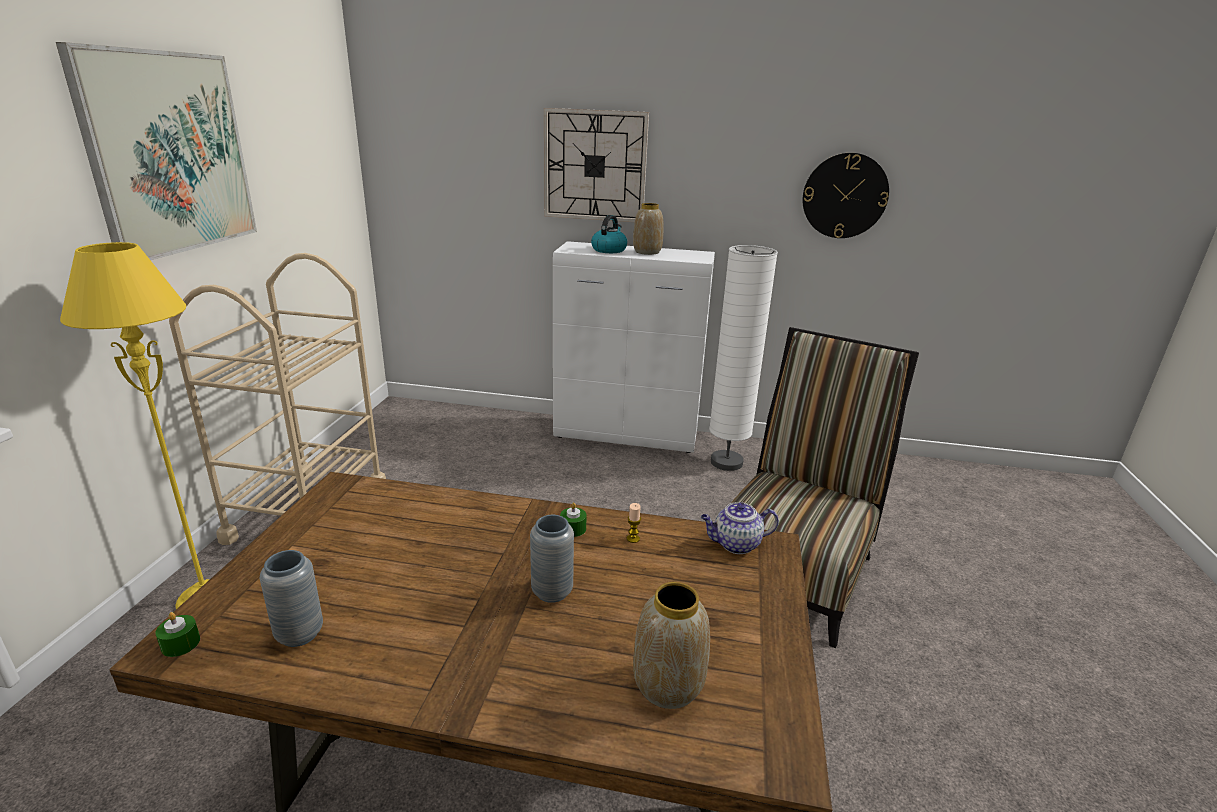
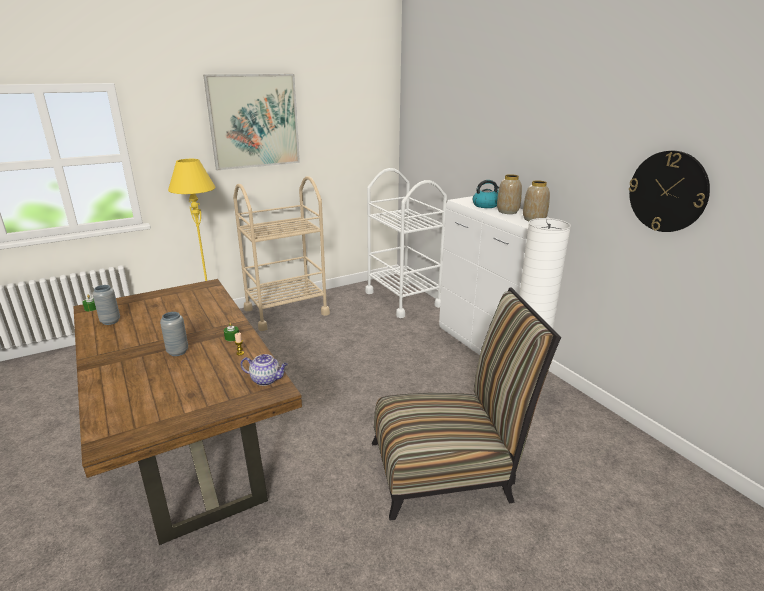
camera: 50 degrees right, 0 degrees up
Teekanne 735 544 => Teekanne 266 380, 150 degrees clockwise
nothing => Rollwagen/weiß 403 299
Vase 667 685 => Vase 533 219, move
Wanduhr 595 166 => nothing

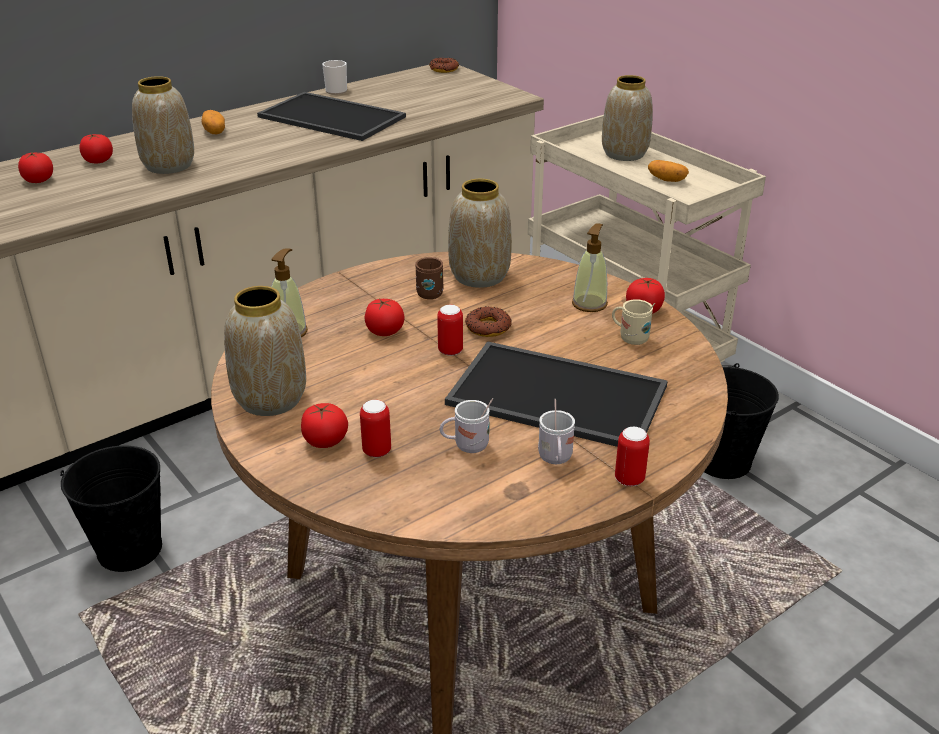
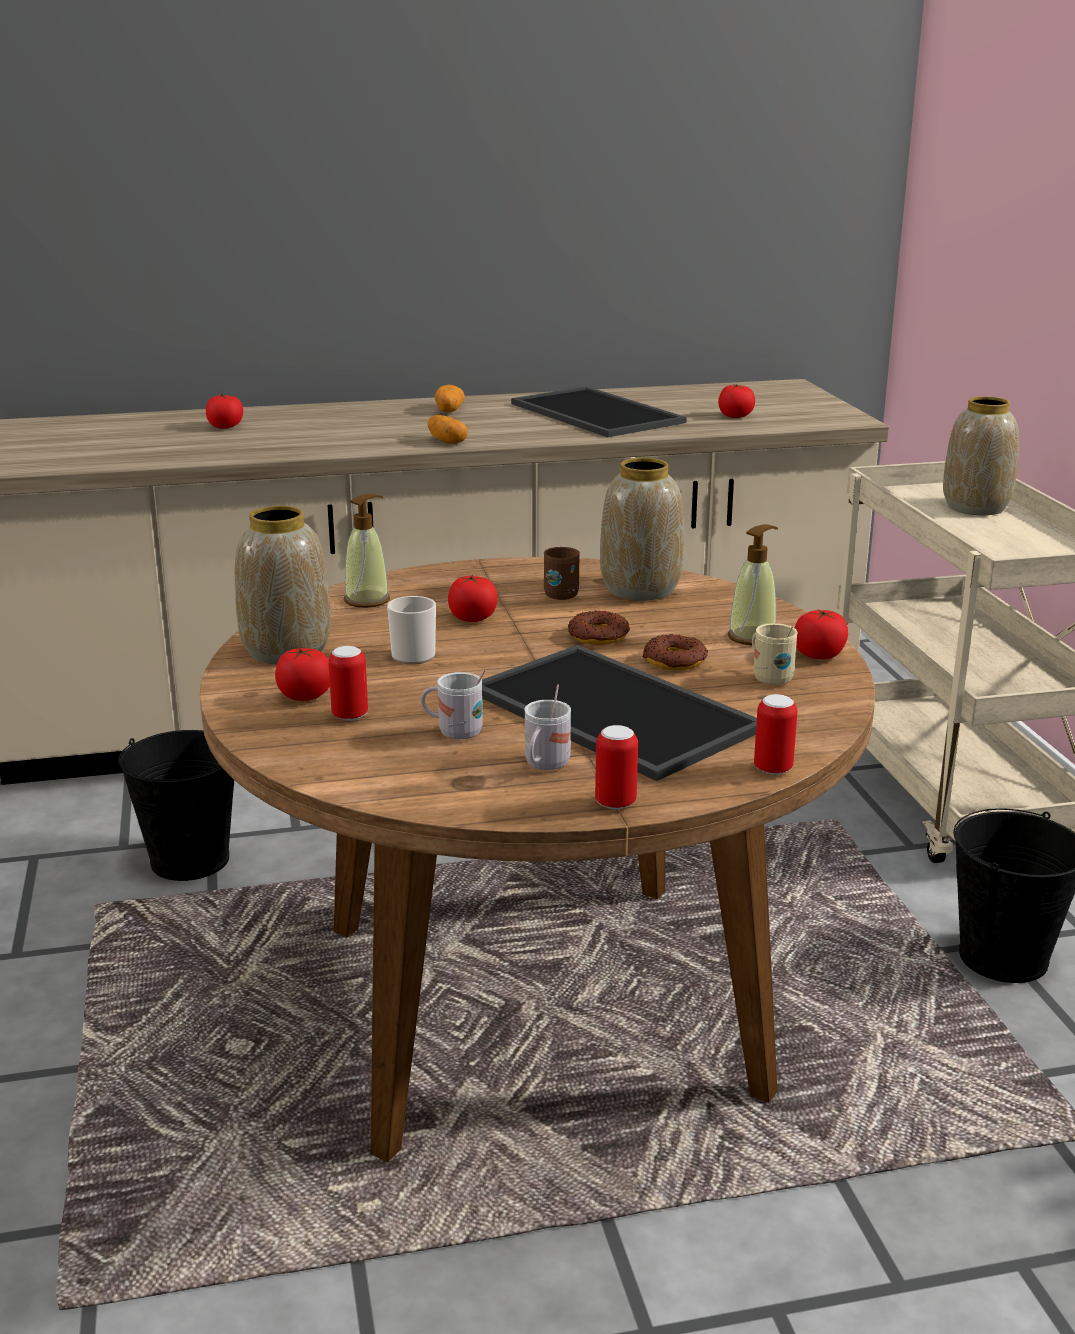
camera: 25 degrees right, 10 degrees down
Henkelbecher 335 90 => Henkelbecher 414 654, move
Kartoffel 667 180 => Kartoffel 448 442, move
Donut 444 69 => Donut 674 661, move
Tomate 98 161 => Tomate 735 416, move
Dose 450 351 => Dose 773 769, move
Vase 168 165 => nothing

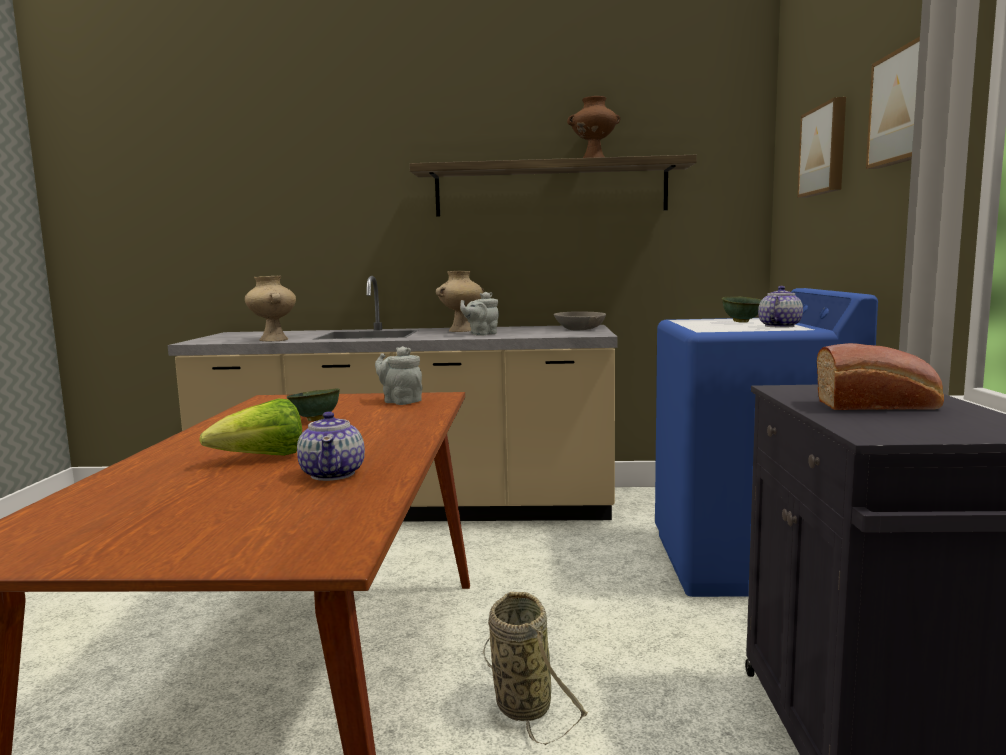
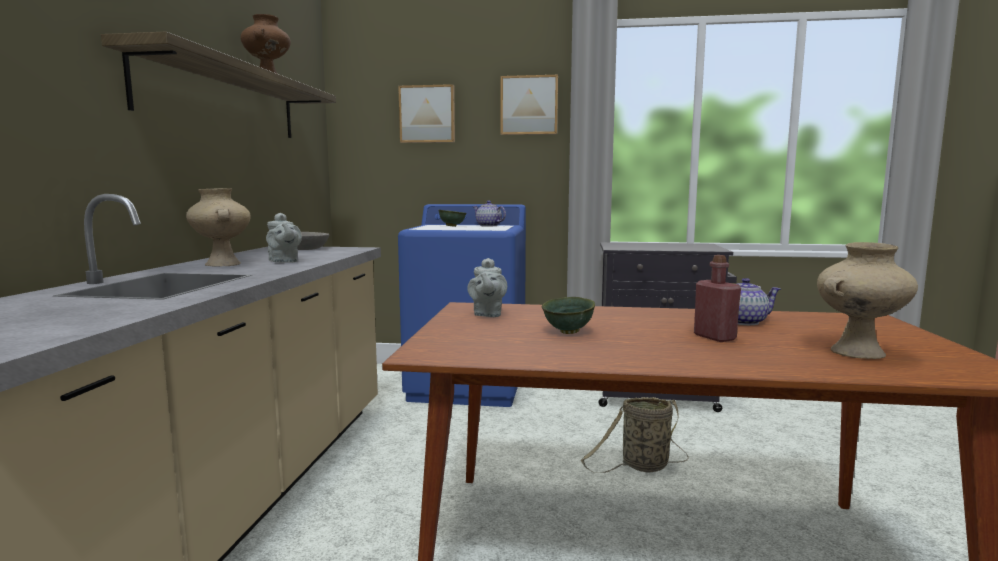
camera: 85 degrees left, 0 degrees up
Teekanne/grau 400 401 => Teekanne/grau 487 314, 45 degrees counterclockwise
Salatkopf 262 458 => Flasche/rot 714 337
Vase/beige 273 340 => Vase/beige 858 353, move
Brot 879 405 => nothing

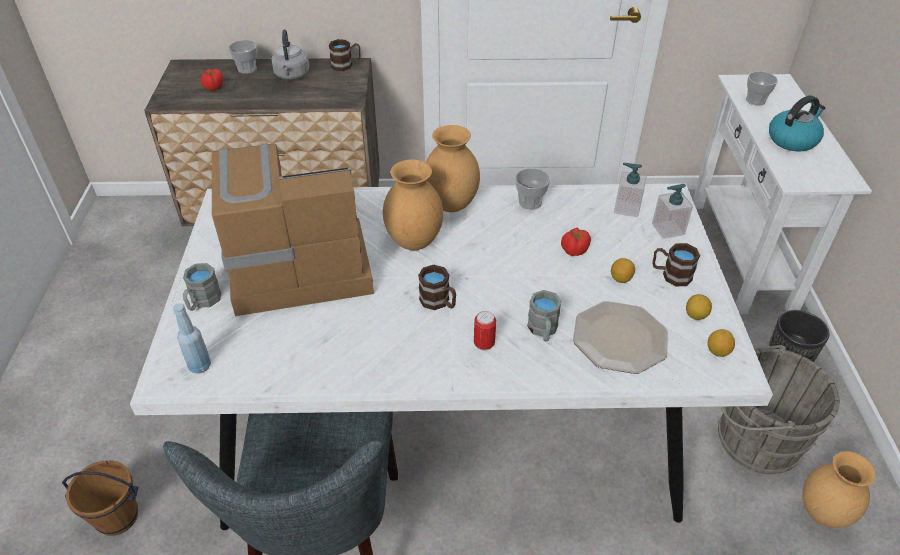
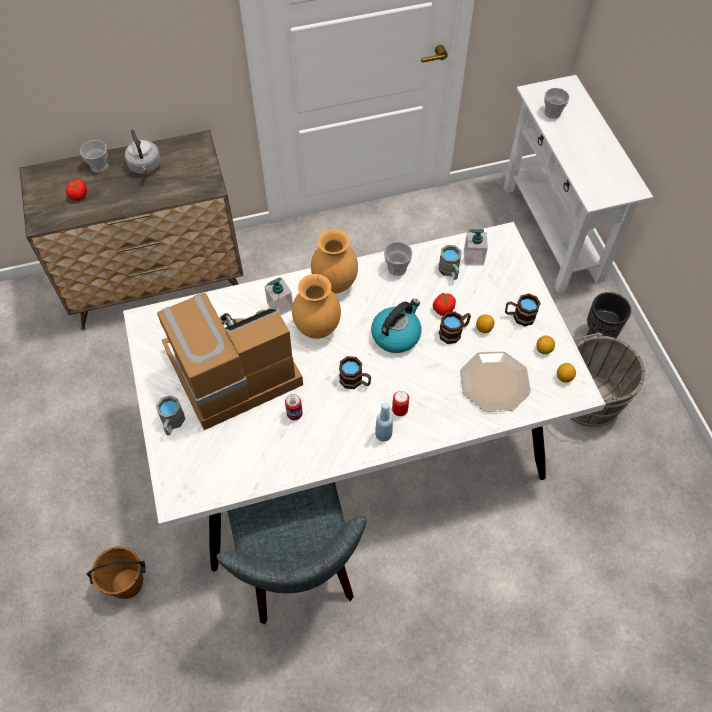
camera: 15 degrees left, 15 degrees up
Seifenspender 668 229 => Seifenspender 280 306, move
nothing => Dose 294 414
Wasserkessel 792 140 => Wasserkessel 396 334, move
Flasche/blau 200 366 => Flasche/blau 383 434, move
Henkelbecher/grau 543 330 => Henkelbecher/grau 450 271, move
Henkelbecher/braun 346 65 => Henkelbecher/braun 454 332, move
Vase/braun 823 514 => nothing

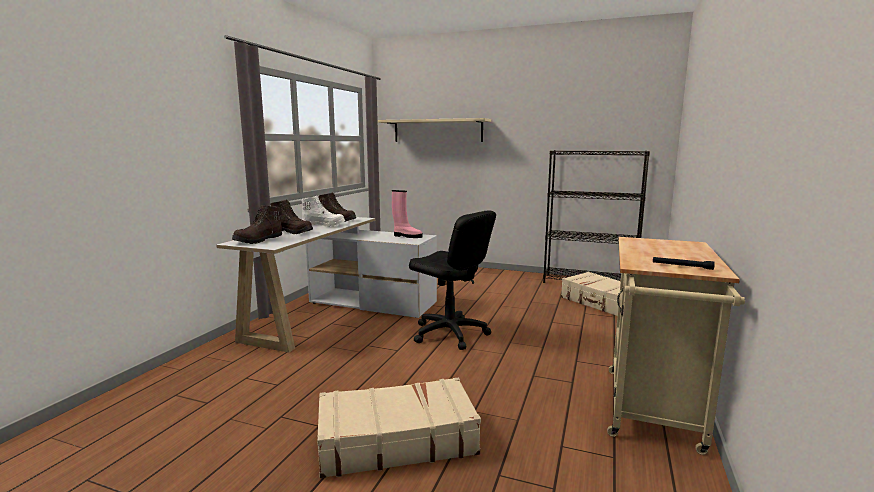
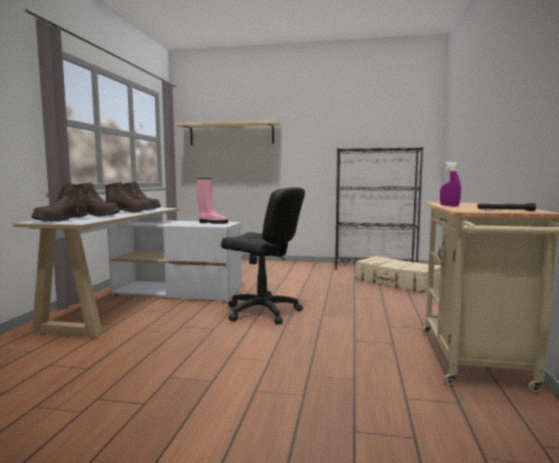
camera: 10 degrees left, 5 degrees down
Stiefel/weiß 324 225 => Stiefel/braun 128 211
nothing => Sprühflasche/lila 449 206
Koffer/beige 396 440 => nothing

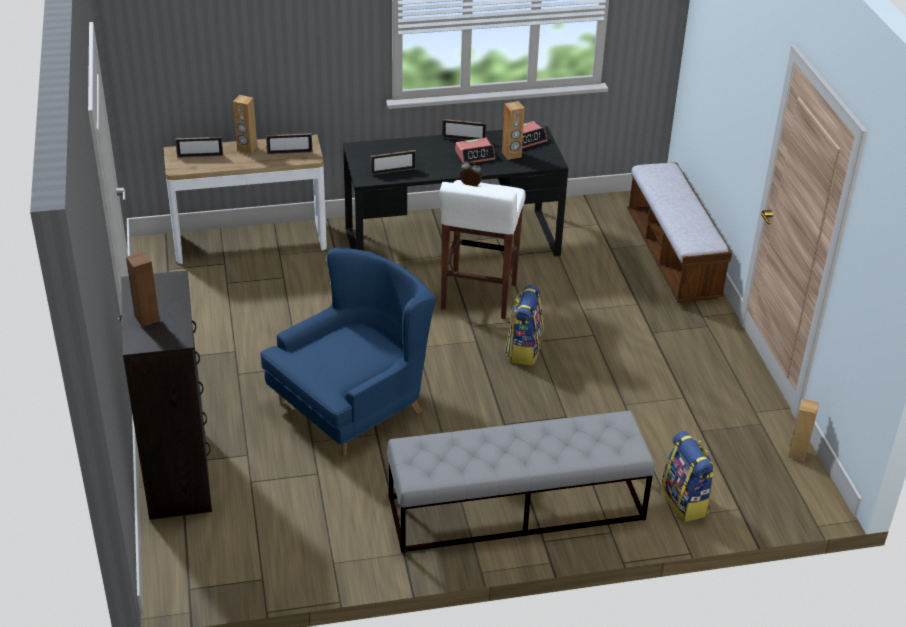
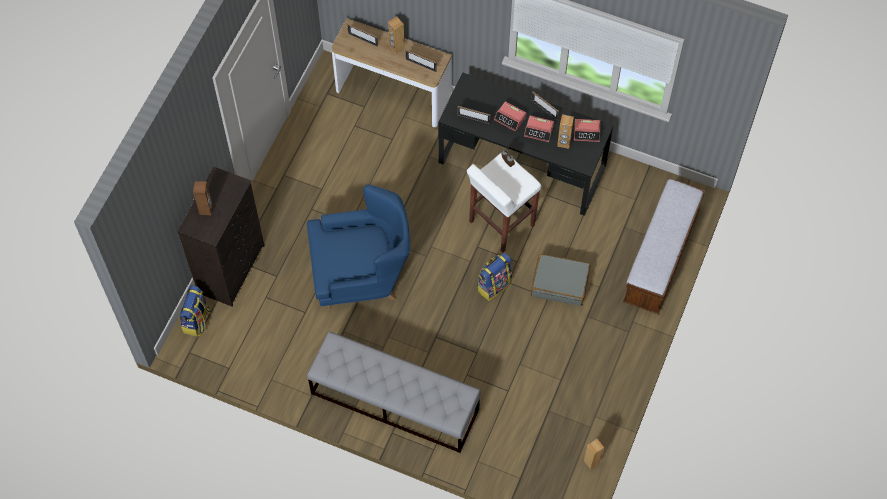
camera: 35 degrees right, 25 degrees up
Rucksack 685 502 => Rucksack 197 321, move
nothing => Wecker 510 118
nothing => Koffer/grau 560 283

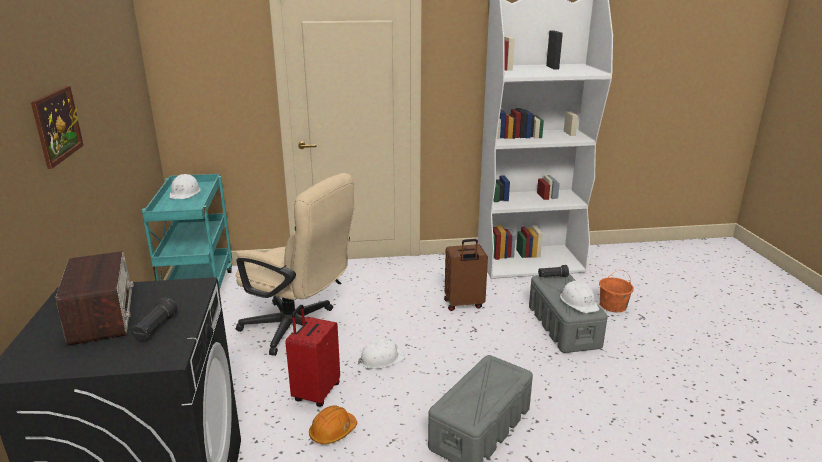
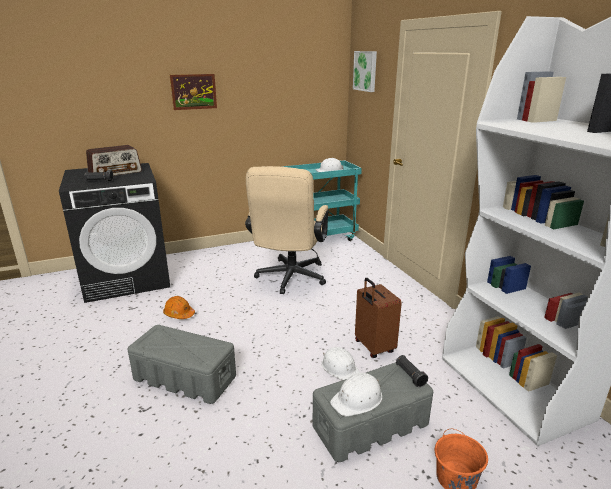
camera: 75 degrees right, 0 degrees up
Schutzhelm/weiß 381 359 => Schutzhelm/weiß 340 368, move
nothing => Bild 366 71
Koffer/rot 315 392 => nothing

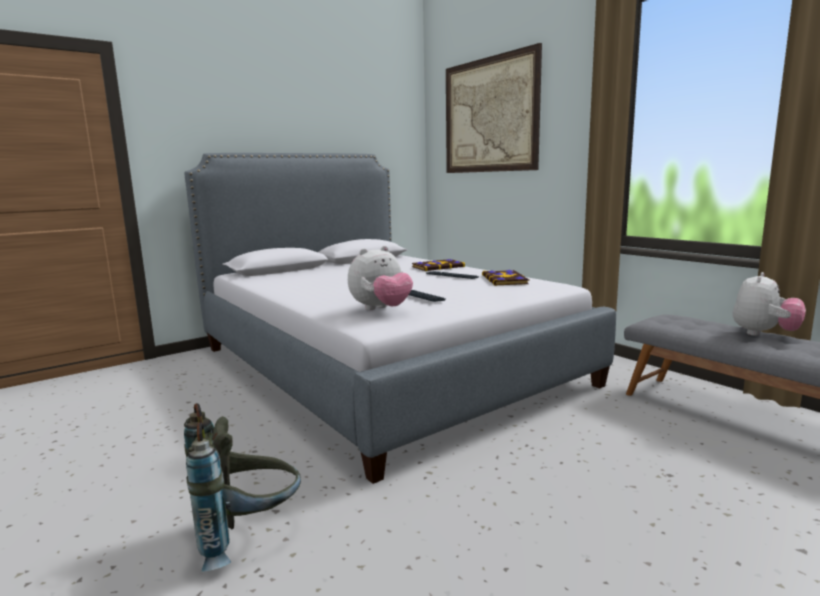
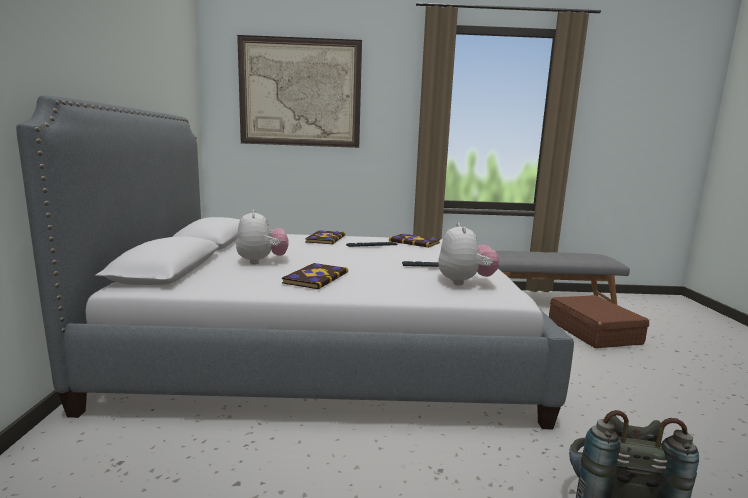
camera: 55 degrees left, 0 degrees up
Plüschtier 763 334 => Plüschtier 262 261, move
nothing => Buch 315 278
nothing => Koffer/braun 593 332

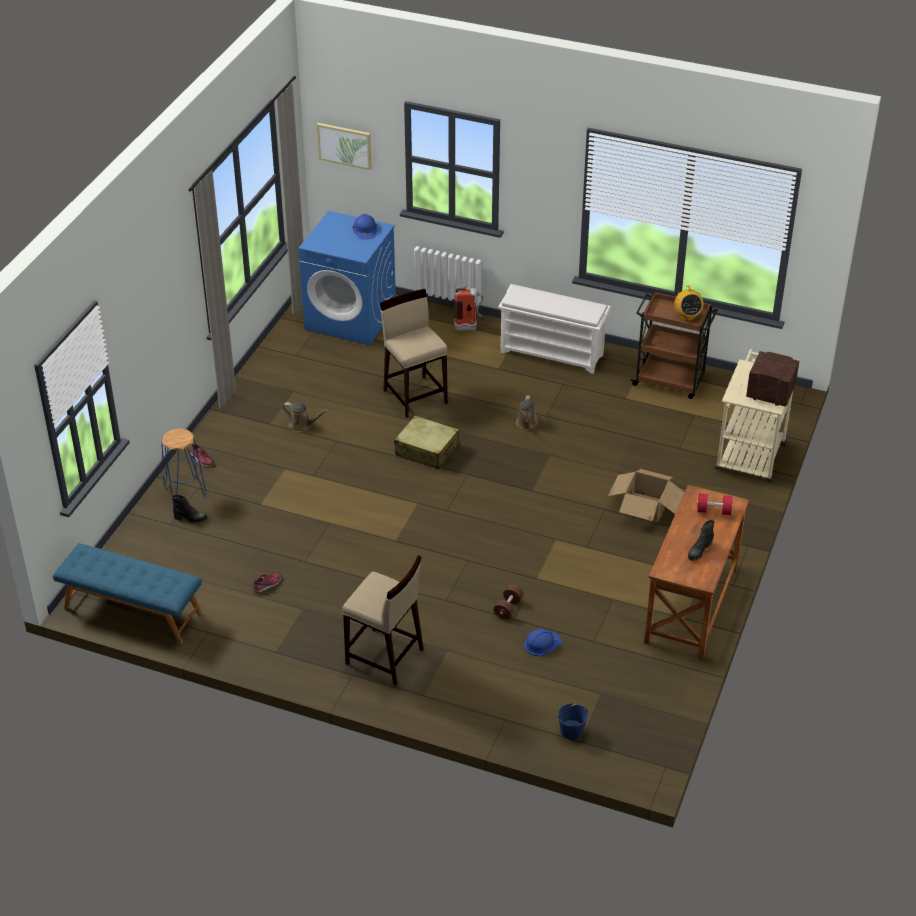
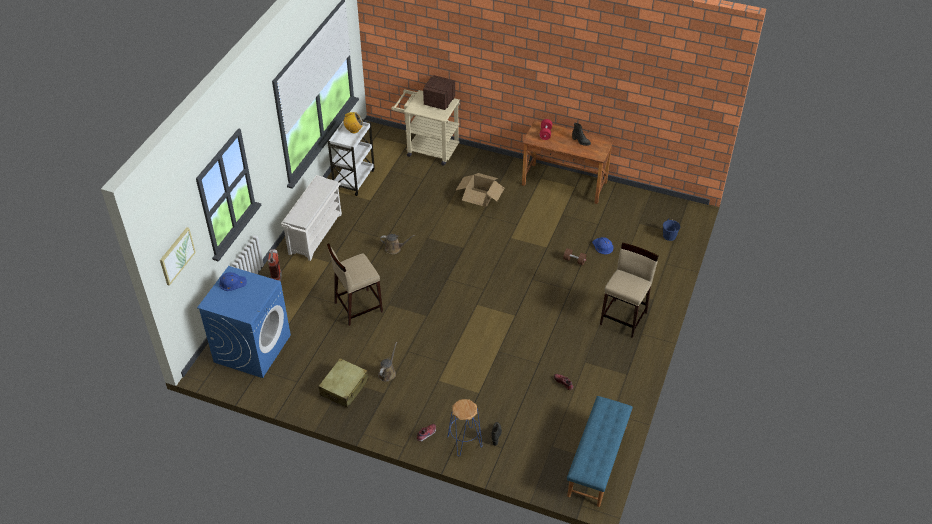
camera: 90 degrees left, 5 degrees up
Koffer/beige 427 450 => Koffer/beige 344 388, move
Rollwagen/braun 670 381 => Rollwagen/weiß 354 179

